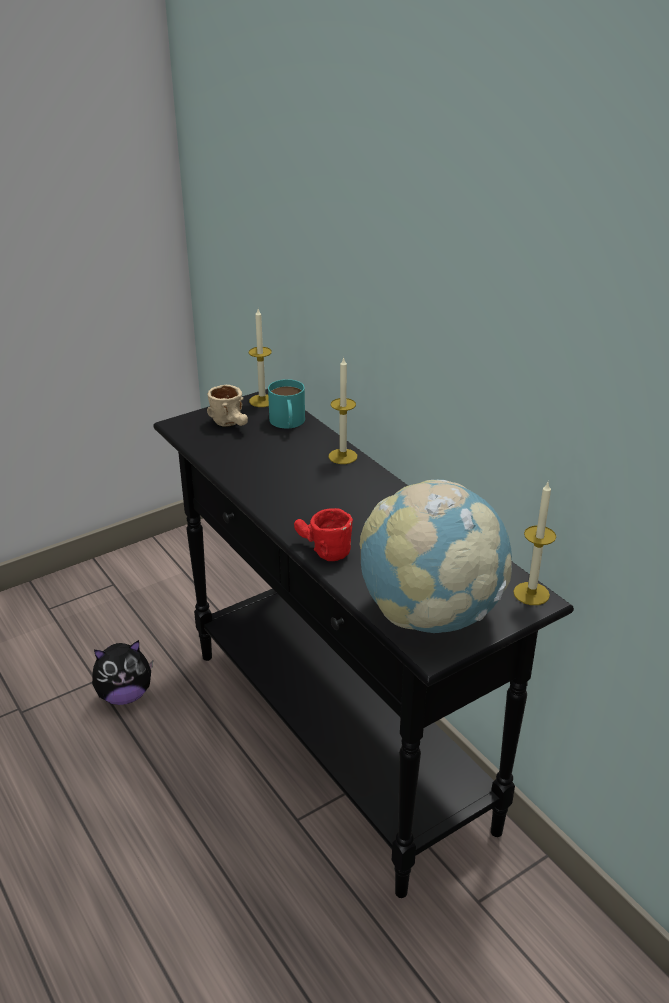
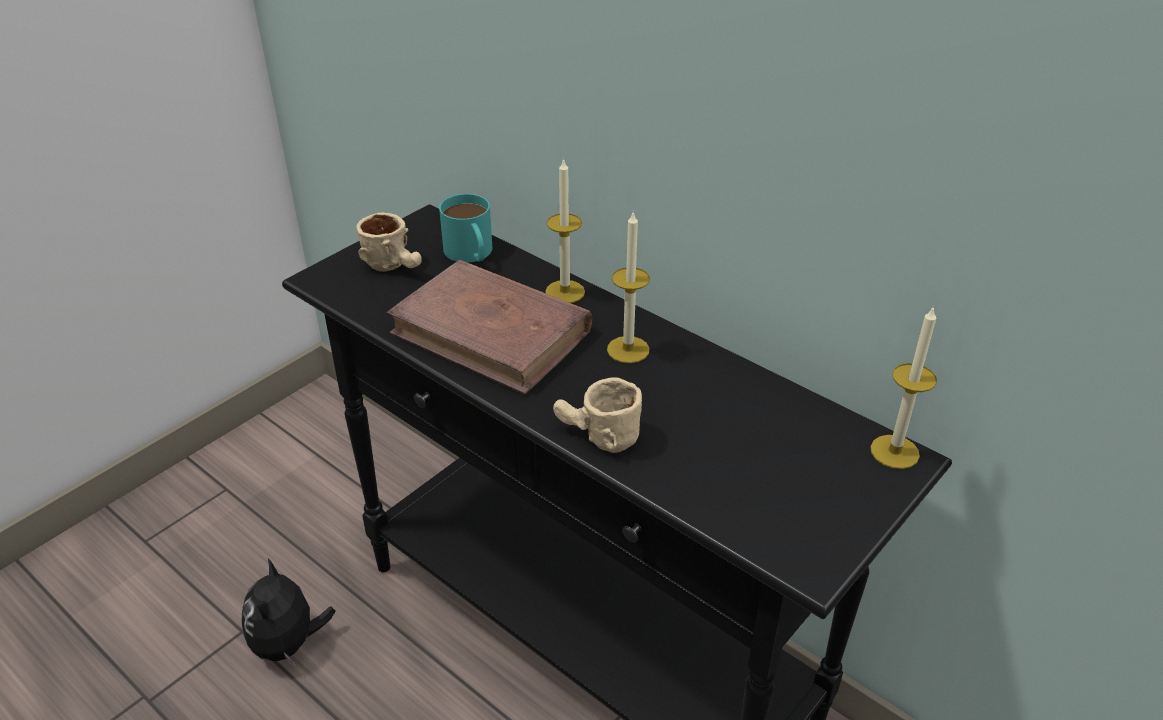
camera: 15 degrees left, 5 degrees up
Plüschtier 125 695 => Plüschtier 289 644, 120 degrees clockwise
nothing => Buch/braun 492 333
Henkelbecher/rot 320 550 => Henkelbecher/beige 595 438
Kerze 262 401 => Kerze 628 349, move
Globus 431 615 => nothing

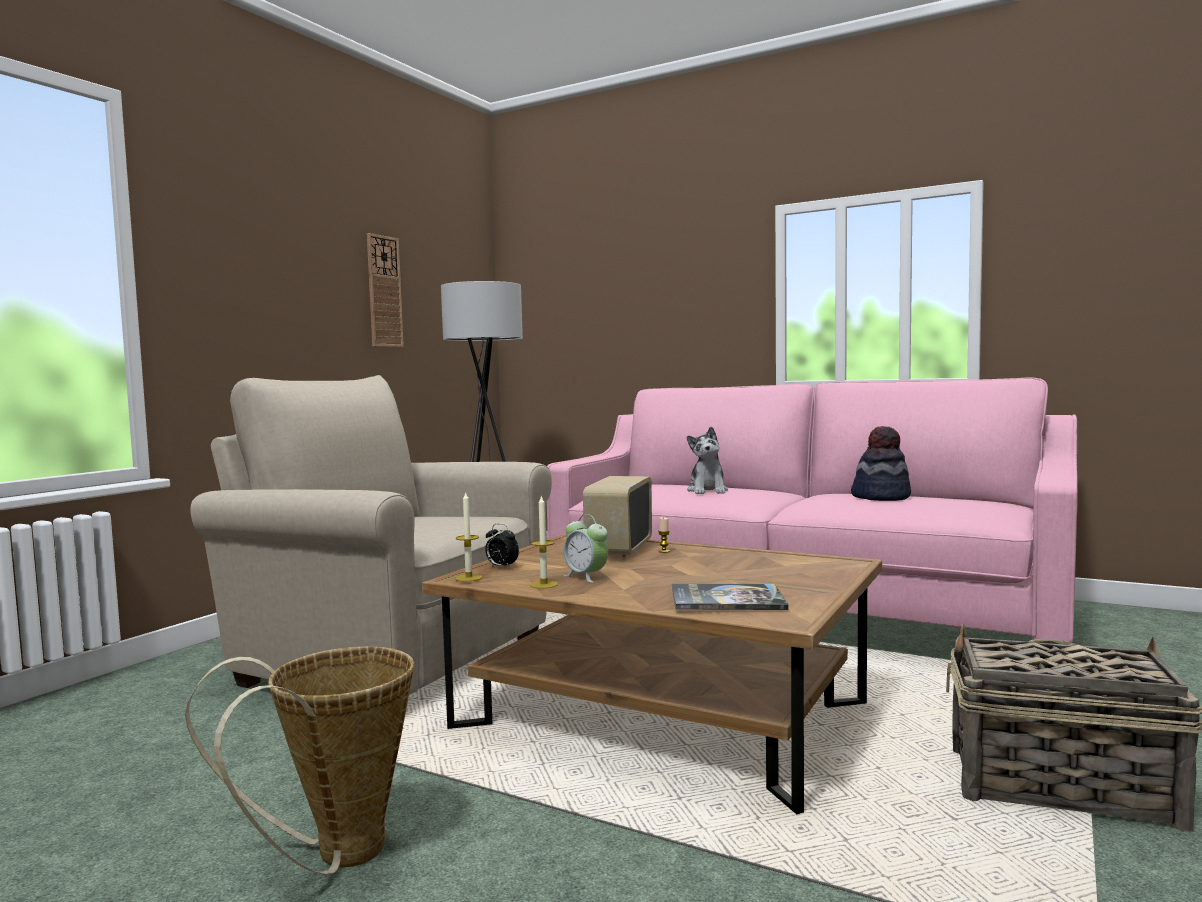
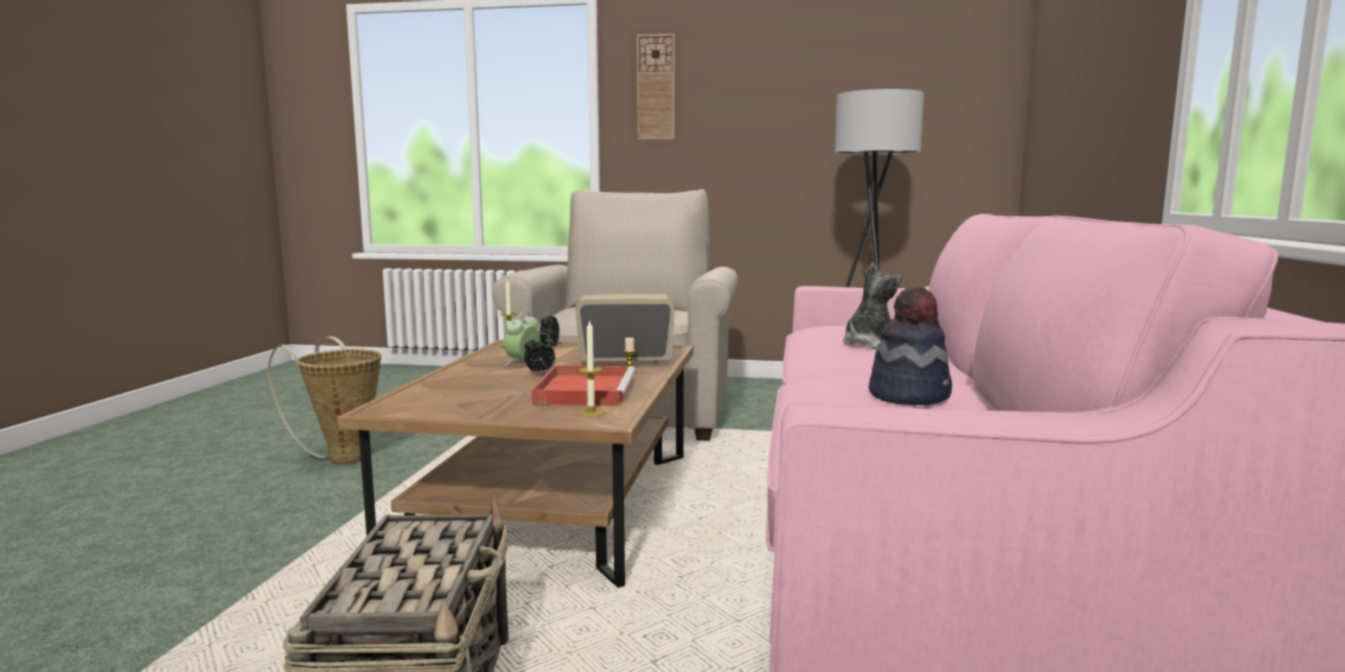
camera: 70 degrees right, 5 degrees up
nothing => Wecker 540 374
nothing => Tablett/rot 585 390
Kerze 544 584 => Kerze 591 412, move
Wanduhr 384 291 => Wanduhr 656 87, move
Plüschtier 707 491 => Plüschtier 869 344, 150 degrees clockwise
Buch 727 599 => nothing

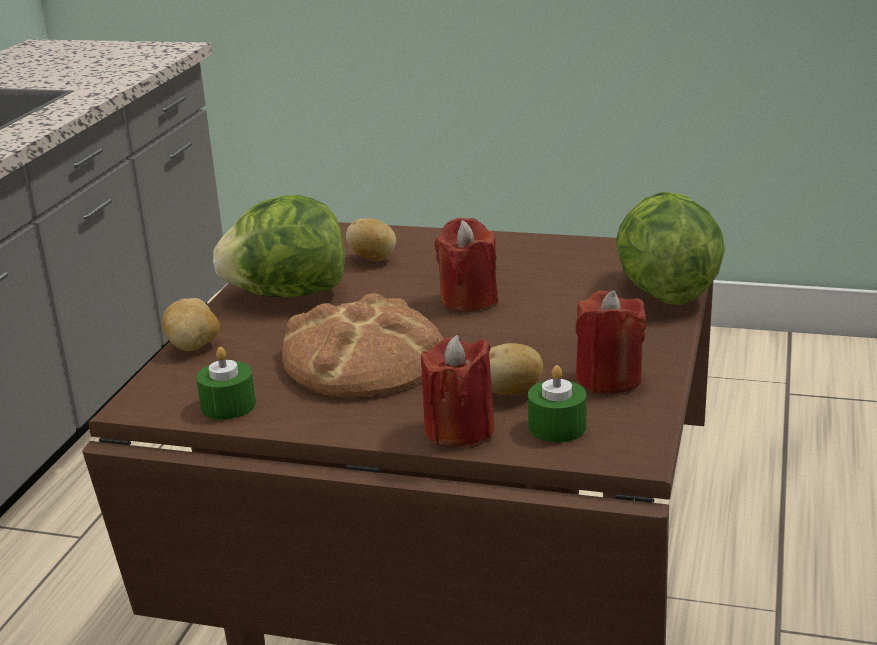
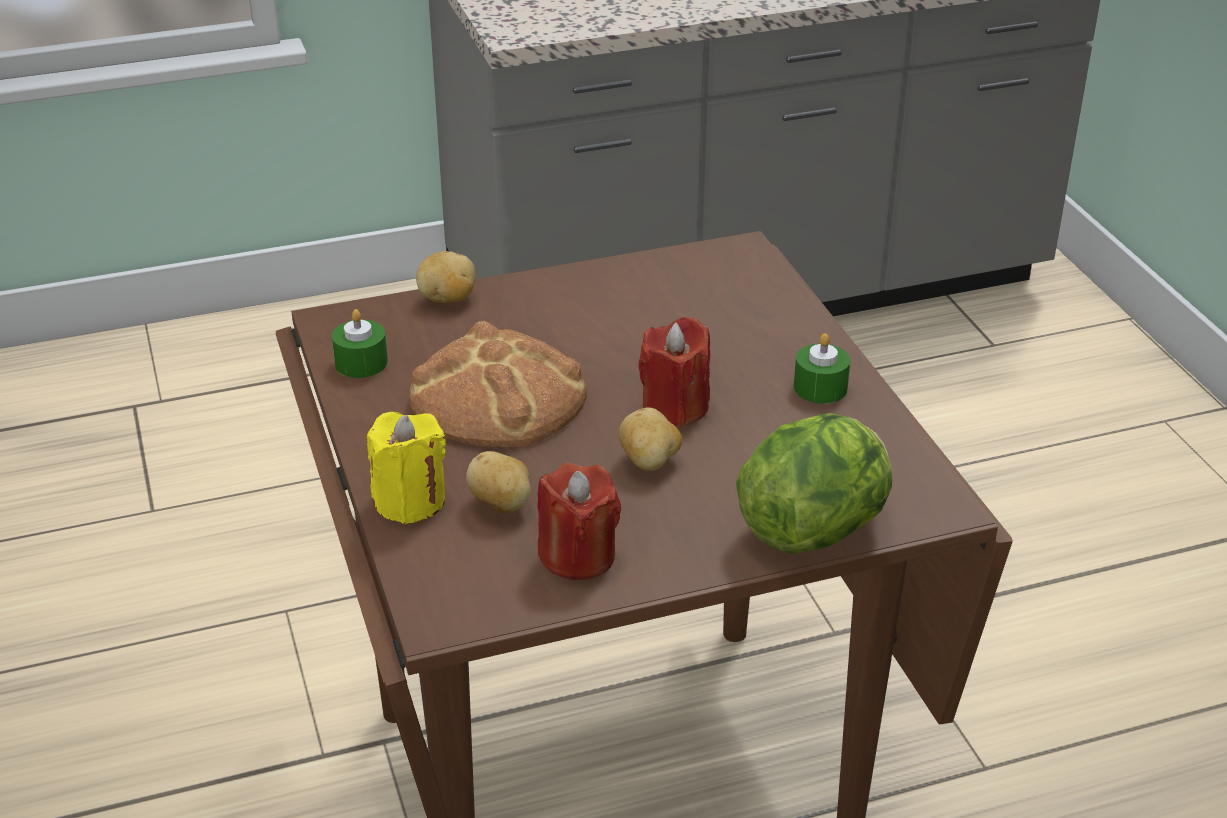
camera: 55 degrees right, 10 degrees up
Kerze/rot 459 430 => Kerze/gelb 410 501
Kartoffel 373 258 => Kartoffel 649 462, move
Kerze/grün 557 427 => Kerze/grün 820 387, move
Salatkopf 287 294 => nothing

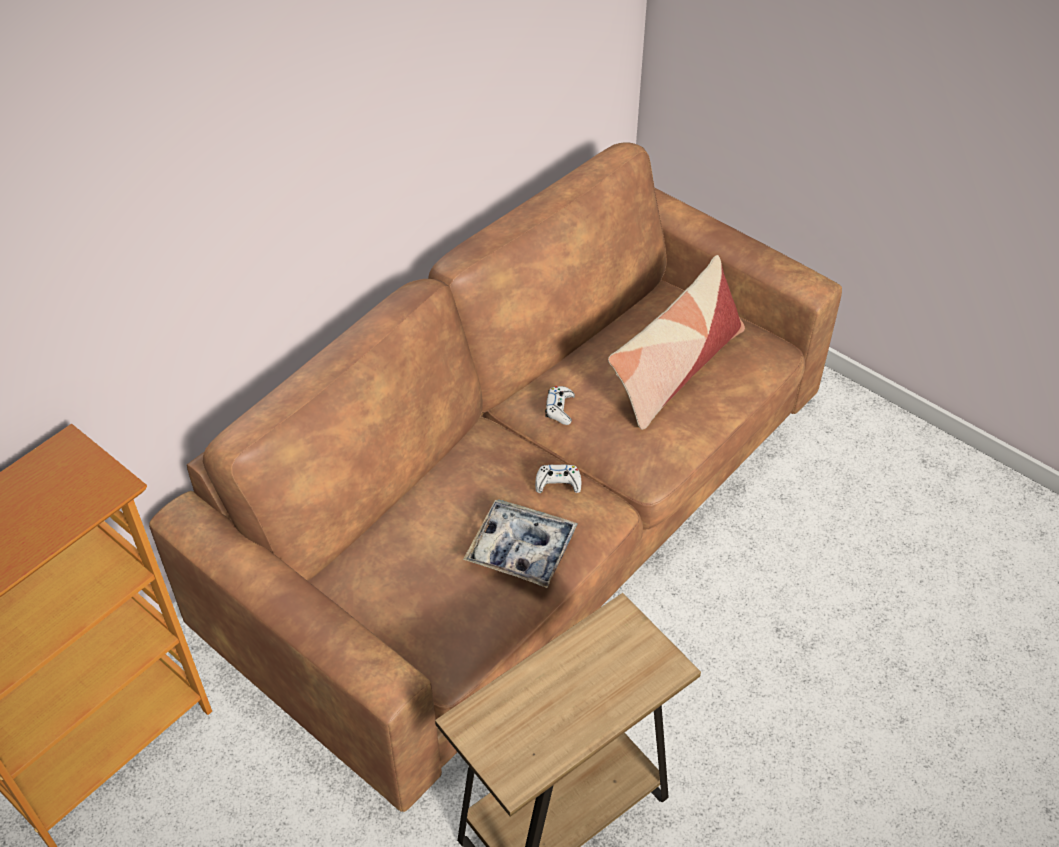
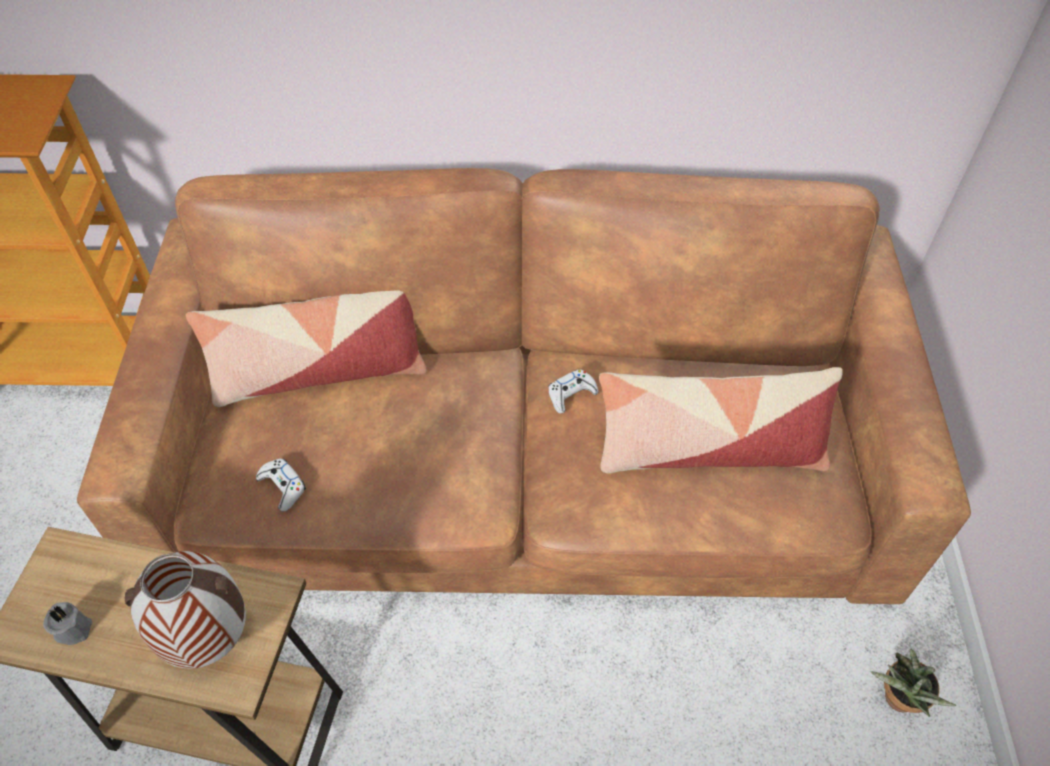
camera: 50 degrees right, 5 degrees up
nothing => Kerze/grau 73 628
nothing => Vase 208 641
nothing => Kissen 318 371
Gamepad/weiß 558 483 => Gamepad/weiß 283 487, move
nothing => Topfpflanze 896 700
Tablett 521 549 => nothing

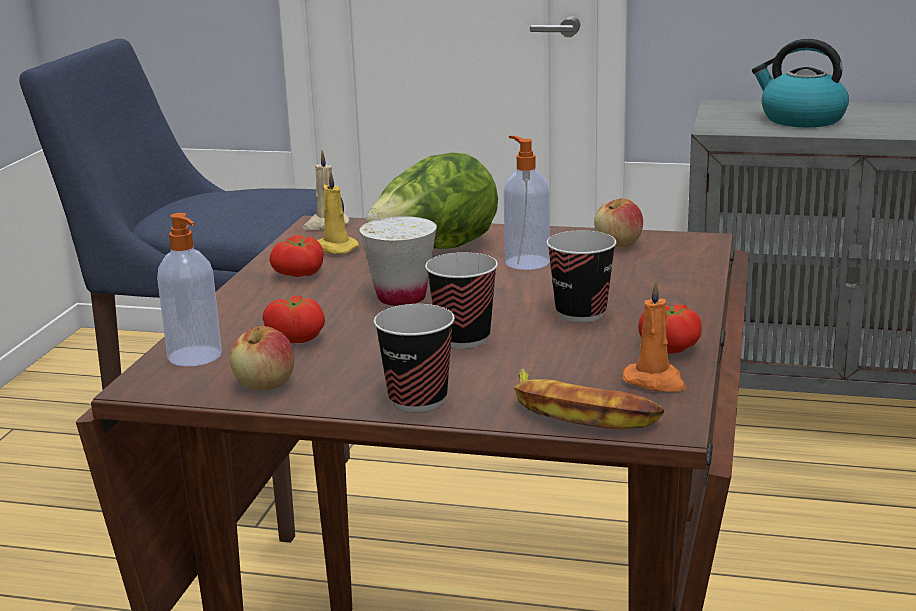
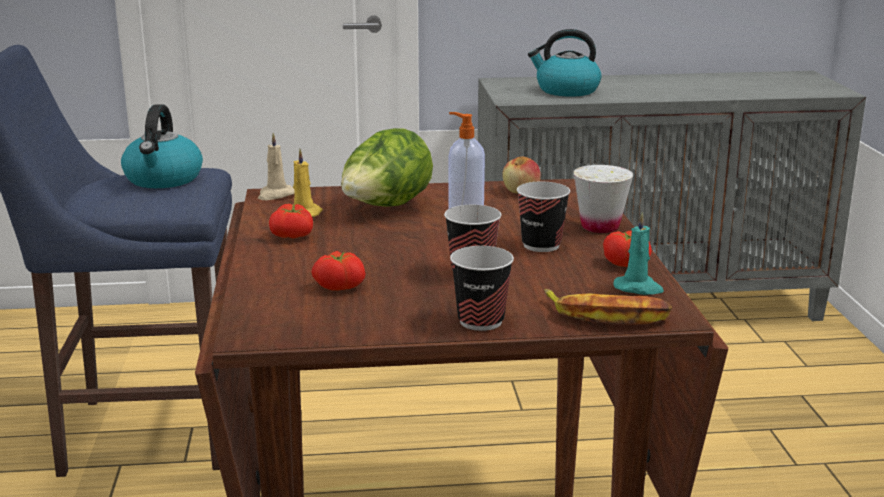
camera: 20 degrees left, 0 degrees up
nothing => Wasserkessel 163 179
Tasse/weiß 401 297 => Tasse/weiß 600 227, move
Kerze/orange 655 382 => Kerze/türkis 638 288
Seifenspender 195 357 => nothing
Apfel 265 384 => nothing

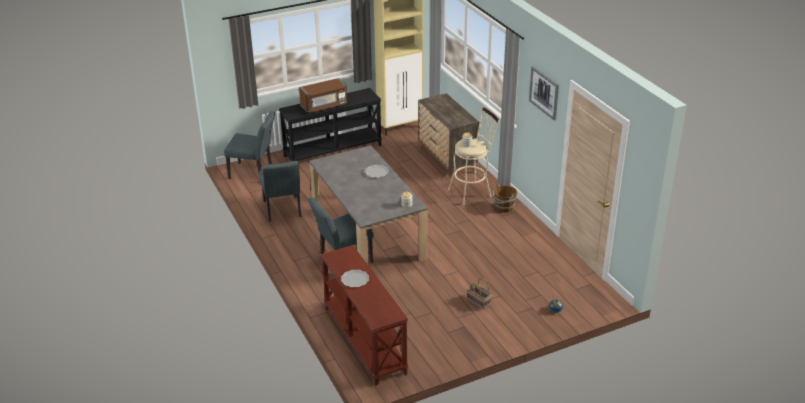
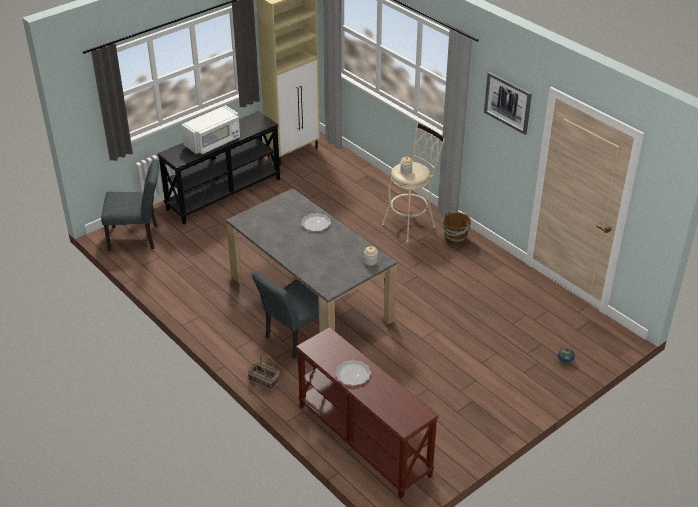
camera: 15 degrees left, 5 degrees up
Mikrowelle/braun 324 106 => Mikrowelle/weiß 213 142
Korb 479 302 => Korb 265 382, move
Stuhl/grau 283 211 => nothing
Kommode 447 161 => nothing

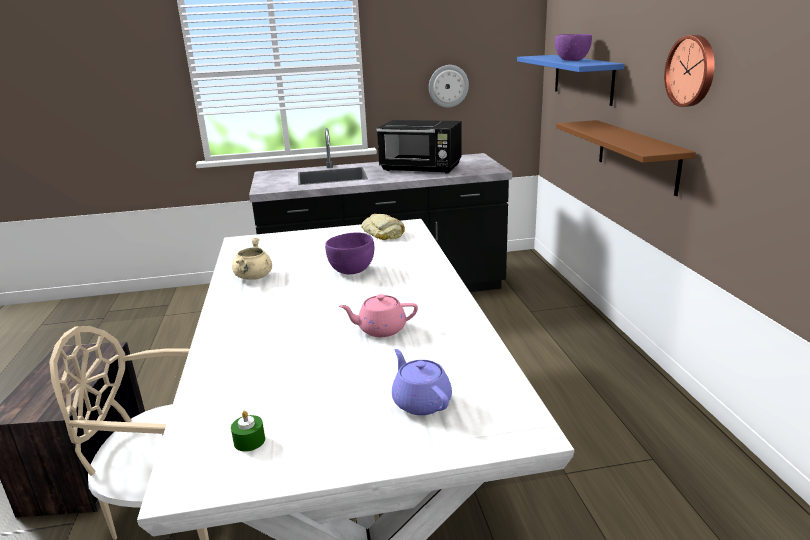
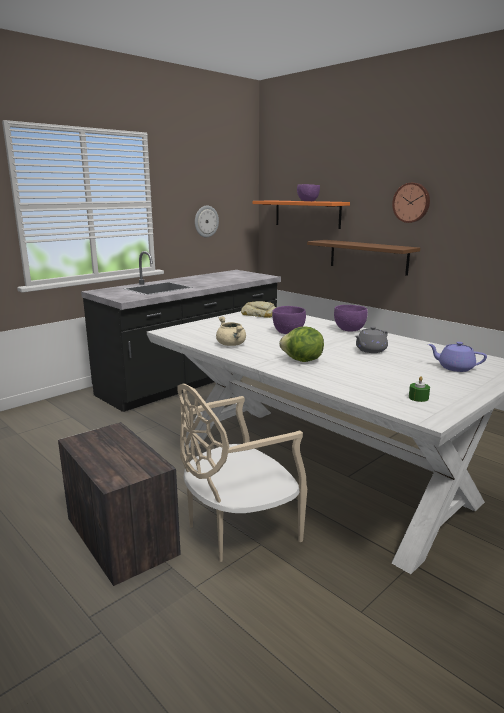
camera: 35 degrees left, 5 degrees down
Wandregal/blau 583 78 => Wandregal/orange 307 214
nothing => Salatkopf 302 361
nothing => Schüssel/lila 349 330
Teekanne/rosa 380 329 => Teekanne/grau 370 350
Mikrowelle/schwarz 421 168 => nothing

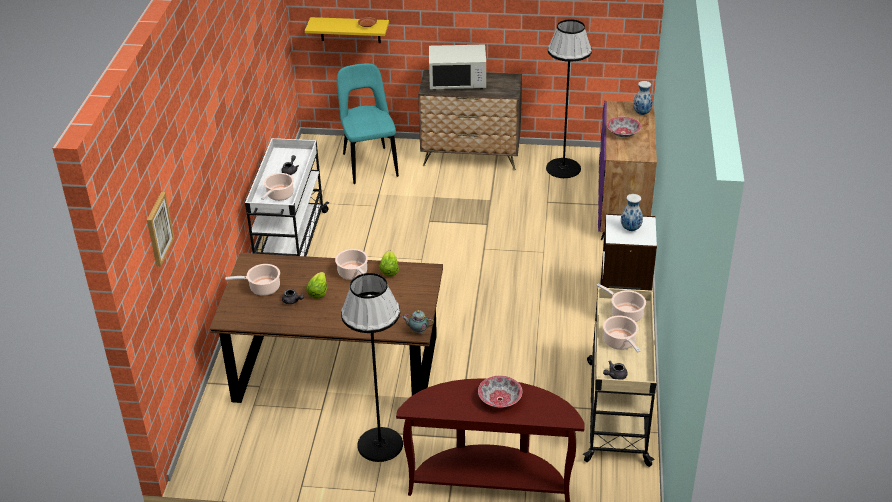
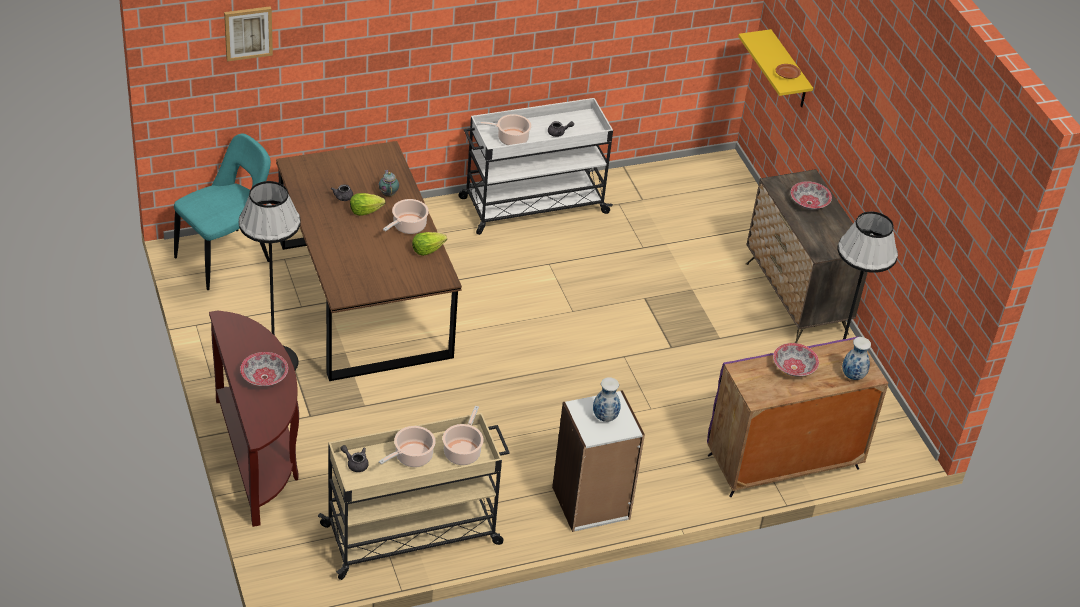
camera: 60 degrees right, 5 degrees up
Stuhl/türkis 369 163 => Stuhl/türkis 226 258, move
Teekanne 418 331 => Teekanne 388 194, move
Mikrowelle/weiß 457 82 => Schüssel 809 203
Kochtopf 262 288 => nothing

